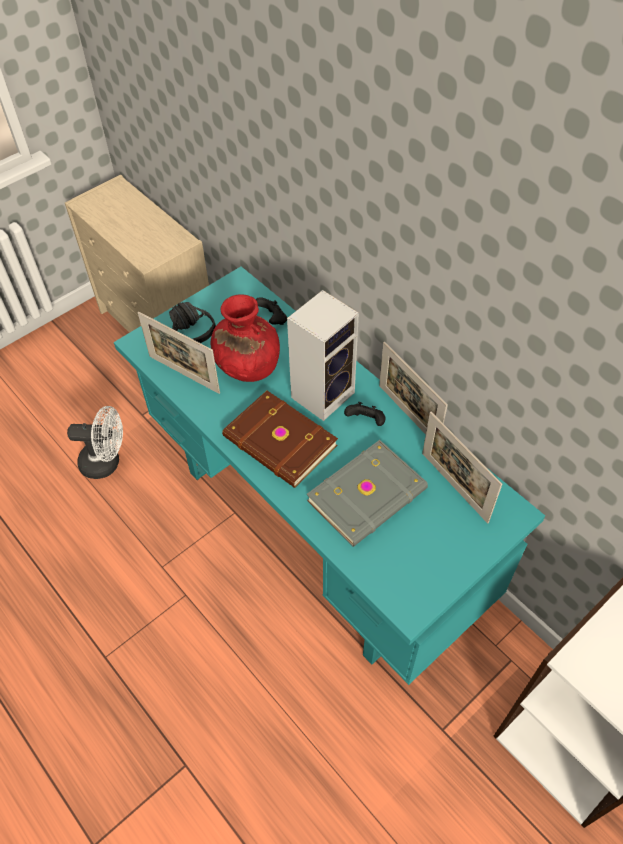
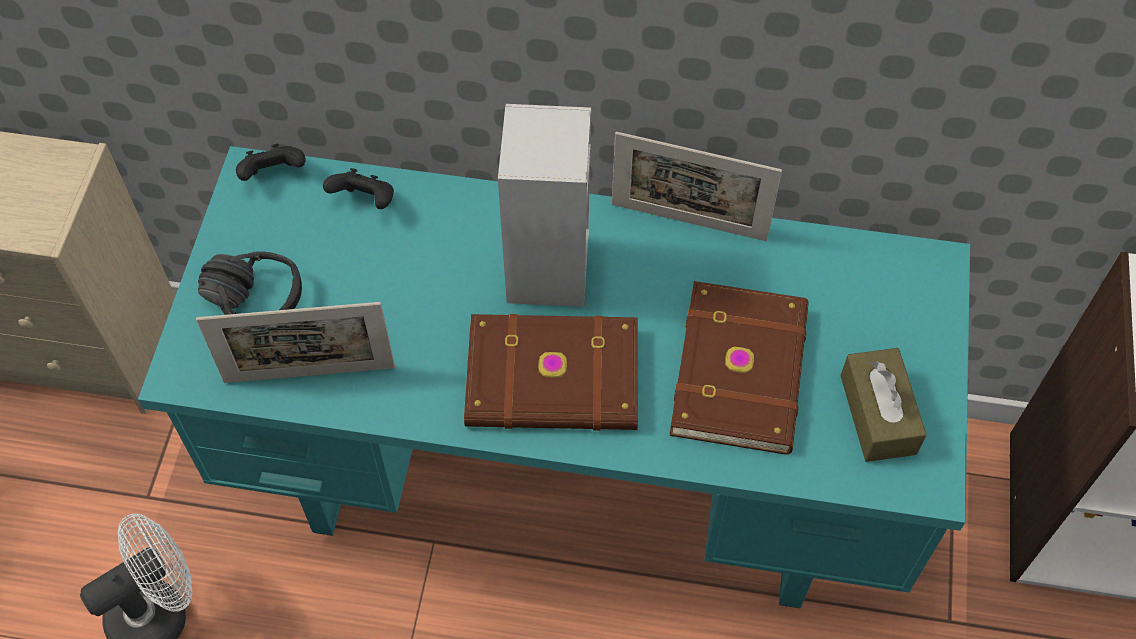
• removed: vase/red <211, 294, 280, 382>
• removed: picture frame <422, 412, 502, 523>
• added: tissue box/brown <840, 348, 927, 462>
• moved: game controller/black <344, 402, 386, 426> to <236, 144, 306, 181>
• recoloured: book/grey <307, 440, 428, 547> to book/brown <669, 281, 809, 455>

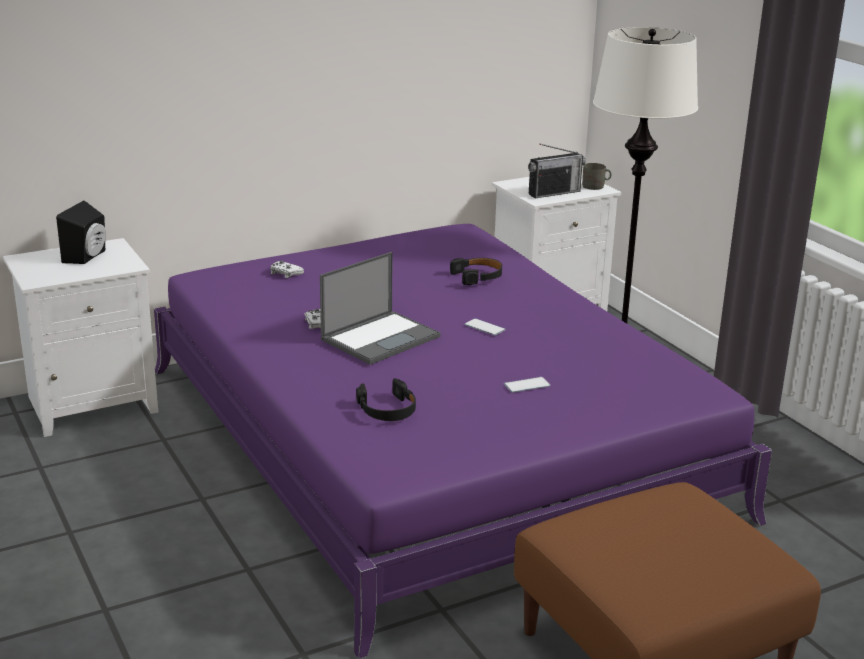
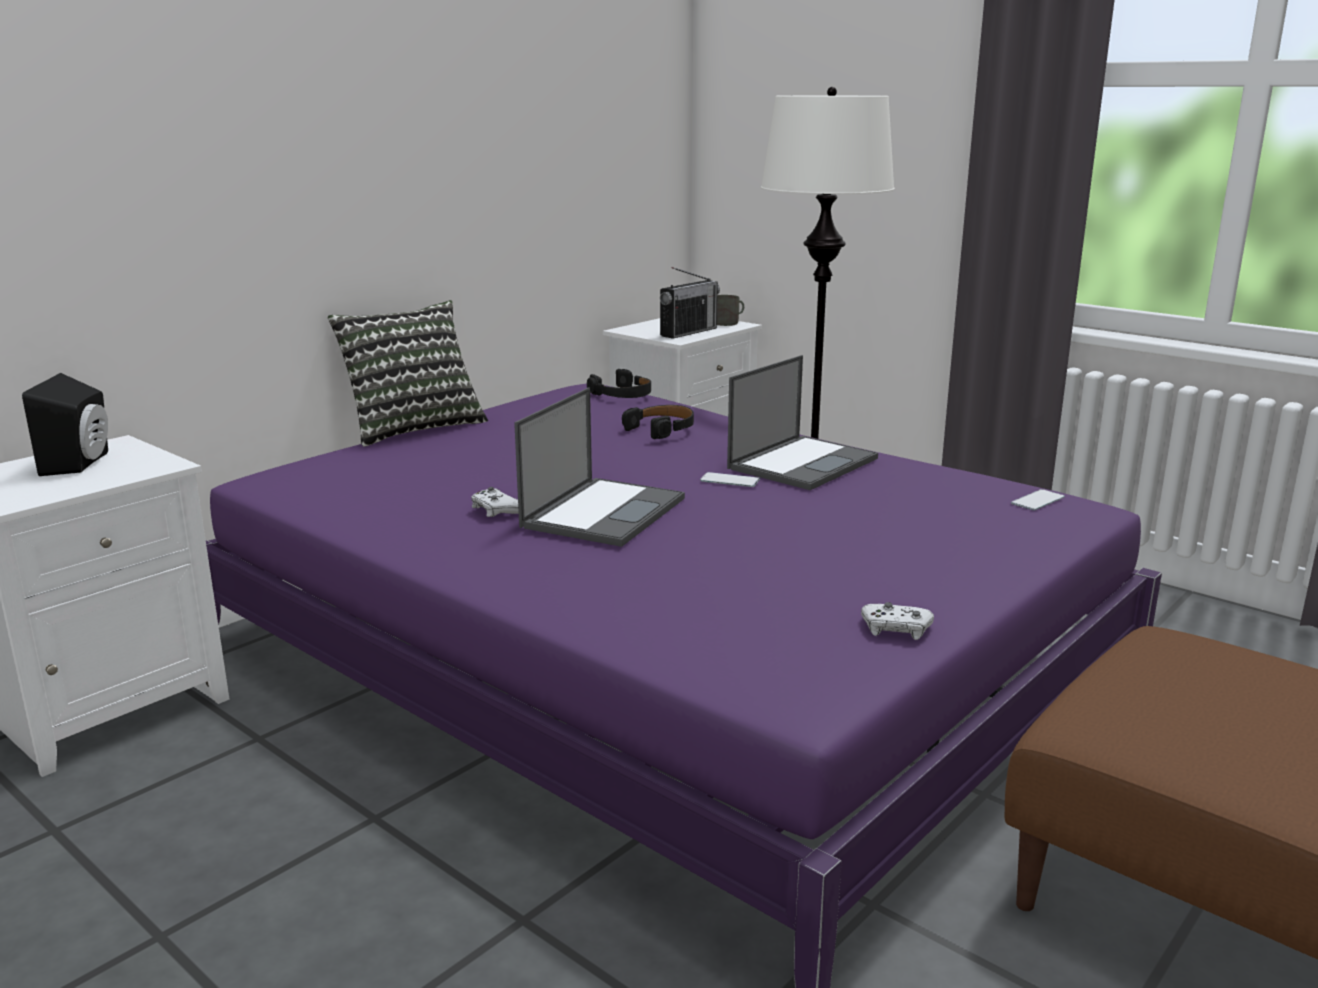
• added: pillow <328, 300, 488, 447>
• added: laptop <727, 355, 878, 490>
• moved: game controller/white <270, 260, 304, 278> to <861, 602, 934, 640>
• moved: headphones/black <356, 378, 416, 421> to <587, 369, 651, 398>
• moved: phone <504, 377, 550, 392> to <1011, 489, 1065, 510>

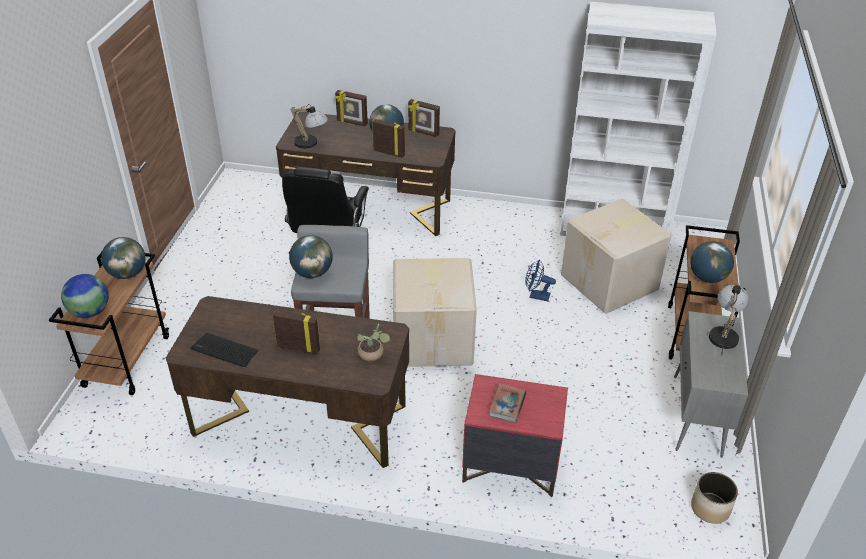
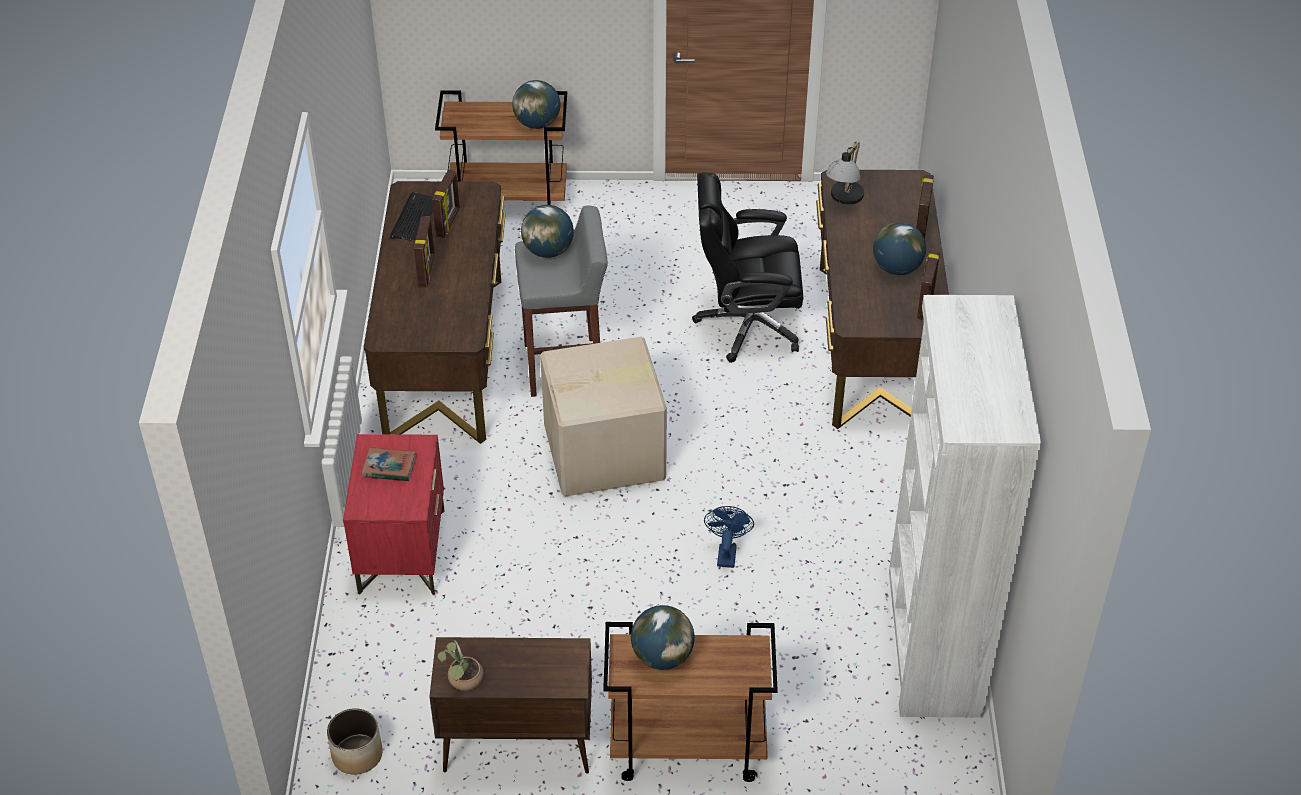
• removed: globe <61, 274, 109, 318>
• removed: cardboard box <561, 198, 671, 314>
• removed: table lamp <709, 284, 749, 356>
• moved: potted plant <357, 324, 391, 361> to <438, 640, 484, 691>
• moved: picture frame <372, 119, 405, 158> to <432, 170, 460, 238>
• recoloured: cabinet/grey <674, 311, 748, 458> to cabinet/brown <429, 637, 592, 774>

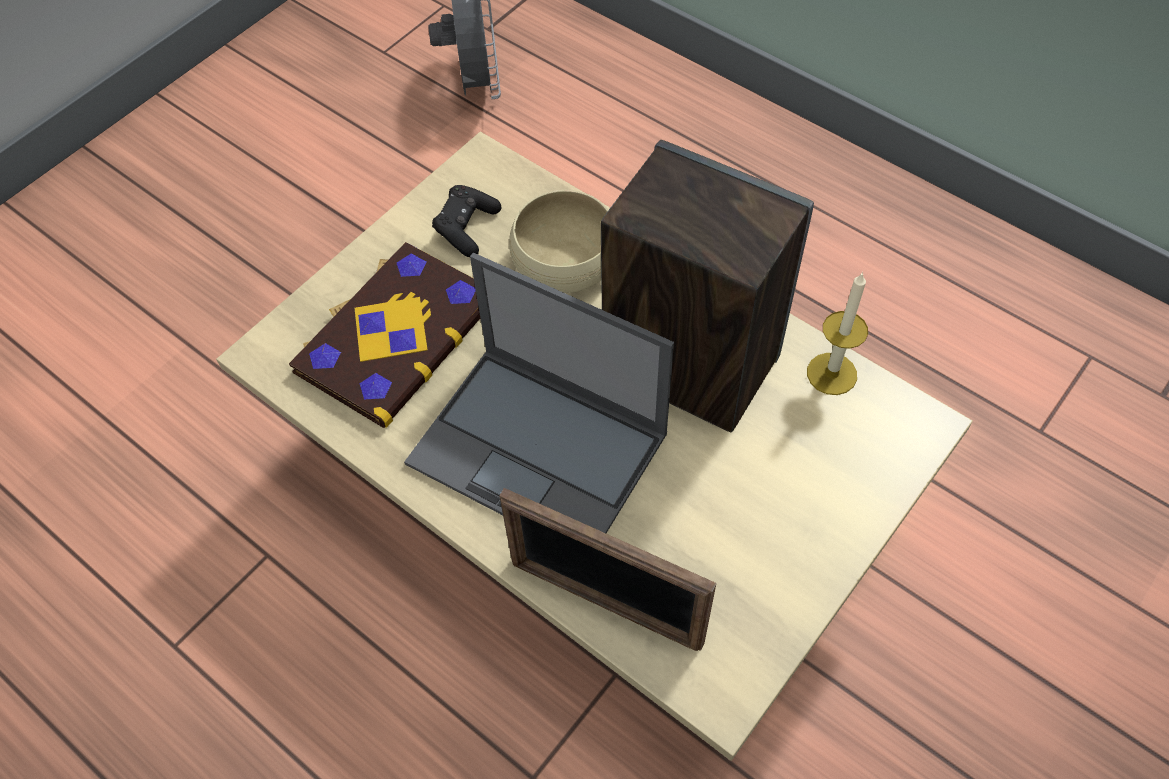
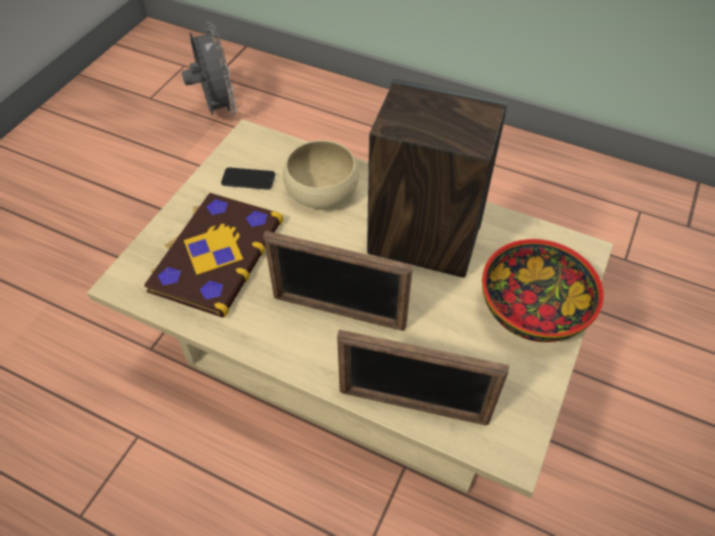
• removed: candle <807, 272, 868, 395>
• added: bowl <482, 239, 604, 342>
• replaced: laptop <404, 253, 674, 533> to picture frame <263, 231, 413, 331>
• replaced: game controller/black <432, 185, 501, 257> to phone <221, 167, 275, 190>

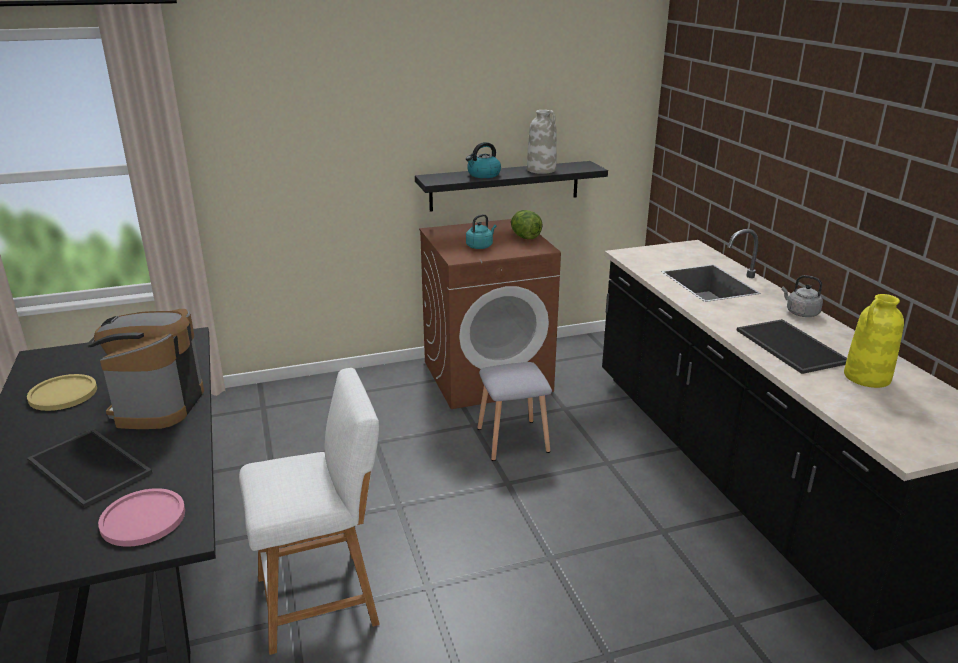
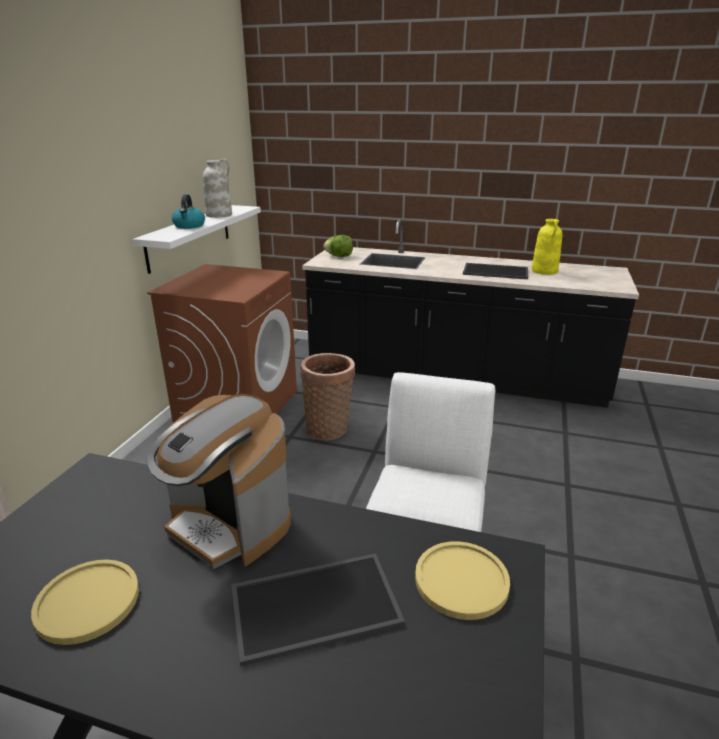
• removed: kettle/turquoise <466, 214, 496, 249>
• removed: kettle/grey <782, 275, 823, 317>
• moved: lettuce <511, 210, 543, 239> to <323, 235, 353, 257>
• replaced: stool/grey <478, 362, 552, 461> to basket <300, 353, 355, 441>
• recoloured: plate/pink <98, 488, 185, 547> to plate/yellow <415, 541, 510, 620>
• recoloured: shelf/black <415, 161, 608, 212> to shelf/white <132, 205, 261, 274>

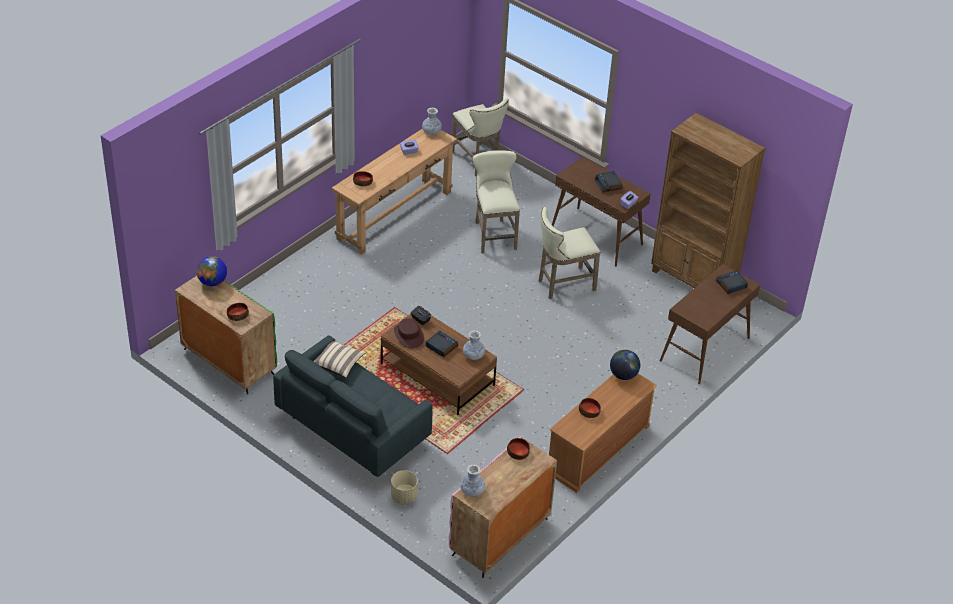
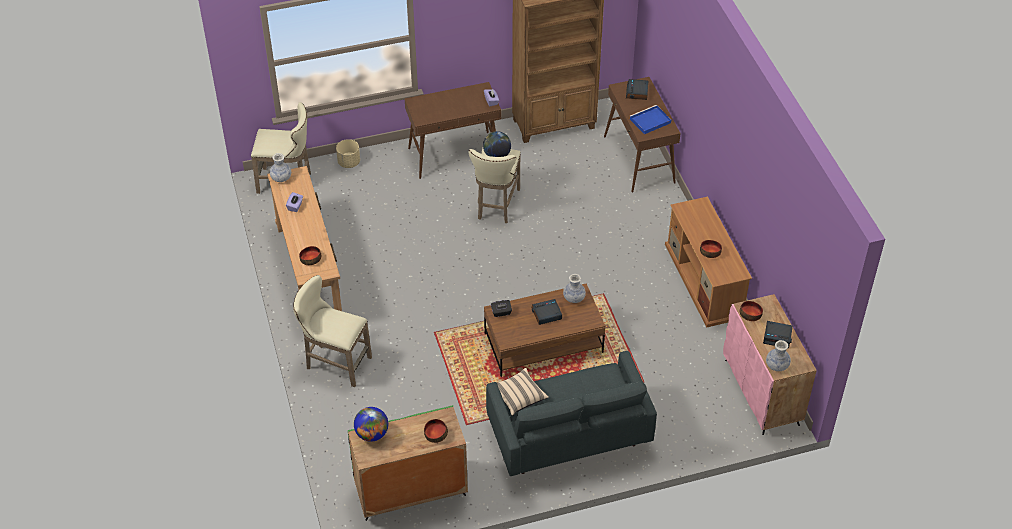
• removed: hat/brown <394, 319, 424, 348>
• added: tray/blue <630, 105, 671, 134>
• moved: planter/beige <391, 470, 418, 504> to <336, 139, 360, 168>
• moved: stool/beige <472, 150, 520, 253> to <293, 275, 372, 387>
• moved: alarm clock <595, 171, 622, 193> to <763, 321, 793, 348>
• moved: globe <610, 350, 640, 380> to <483, 131, 511, 157>

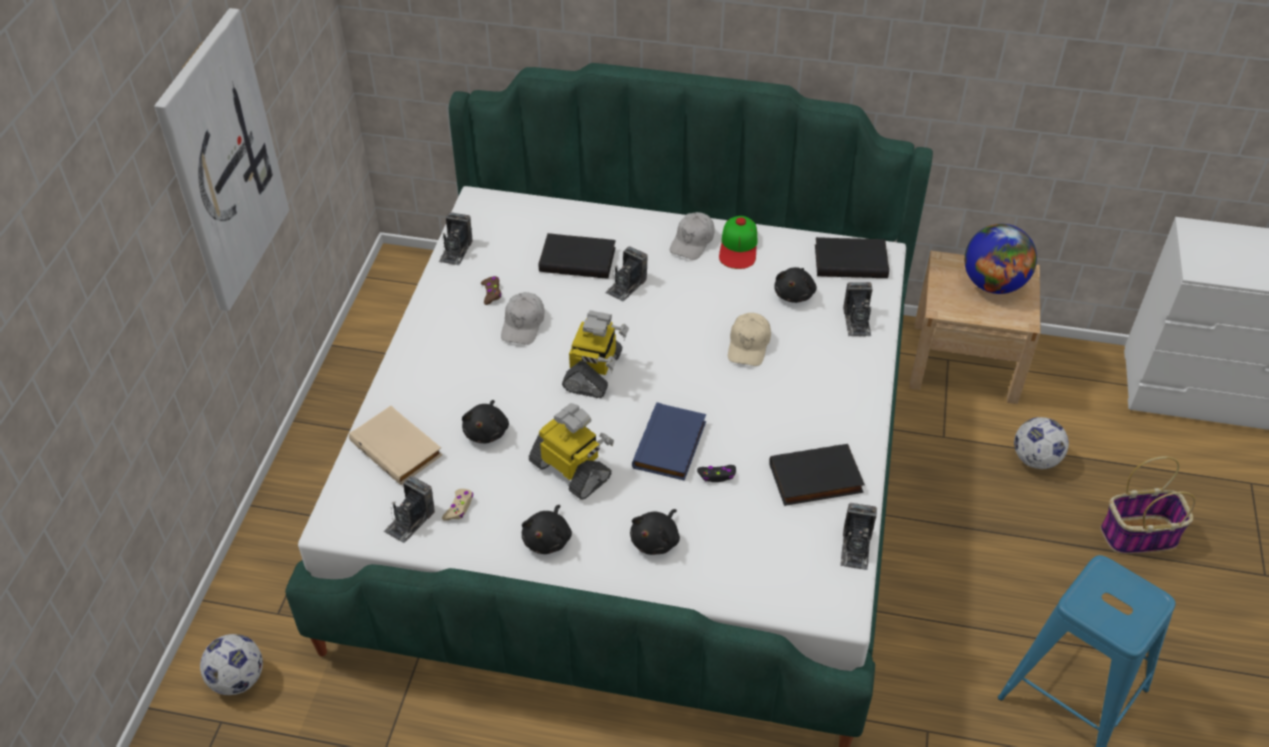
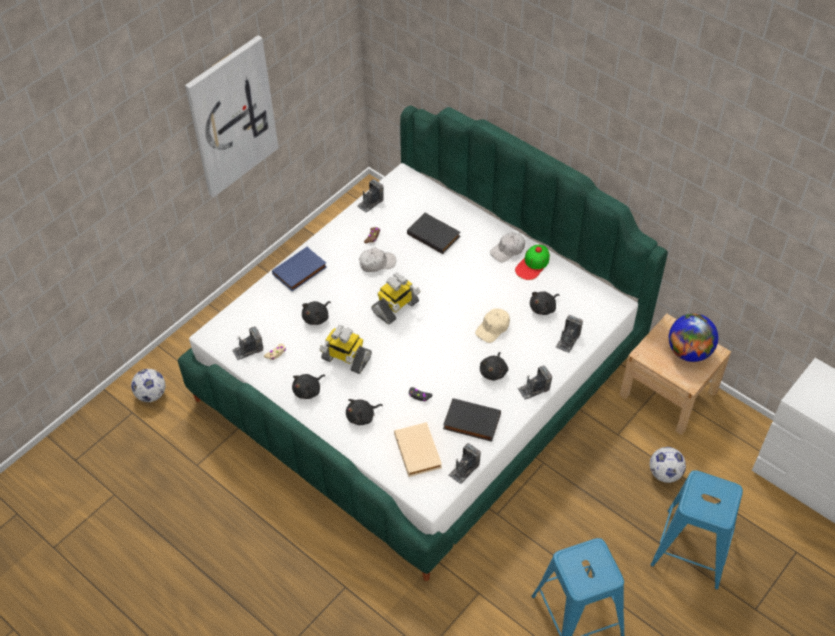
• removed: book/black <815, 237, 889, 278>
• added: plush toy/black <480, 352, 508, 380>
• moved: book/beige <349, 406, 442, 485> to <394, 422, 442, 477>
• moved: photo camera <605, 246, 648, 301> to <517, 365, 552, 400>
• moved: book/blue <632, 402, 706, 481> to <272, 247, 327, 291>
• replaced: basket <1100, 456, 1196, 554> to stool/blue <650, 470, 743, 590>
• turned: cap/white <501, 292, 545, 345> = <359, 248, 396, 272> 150 degrees counterclockwise
• turned: toy robot <529, 403, 614, 500> = <319, 325, 372, 374> 135 degrees clockwise

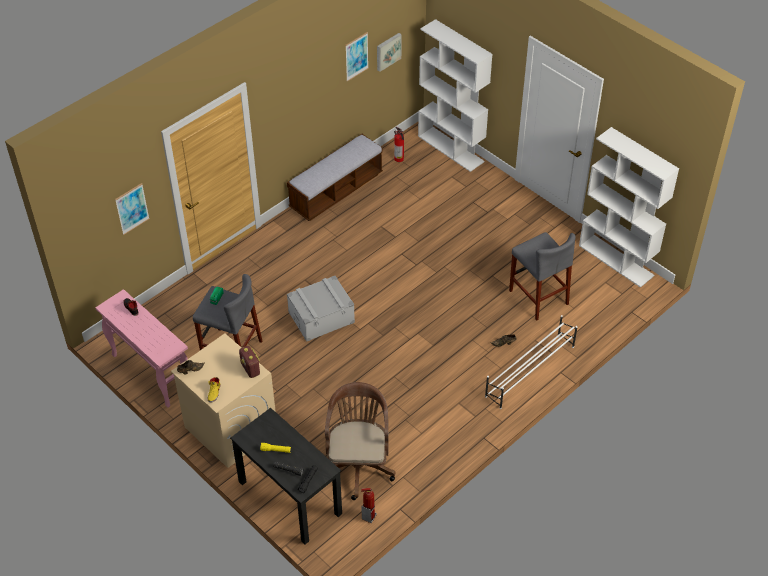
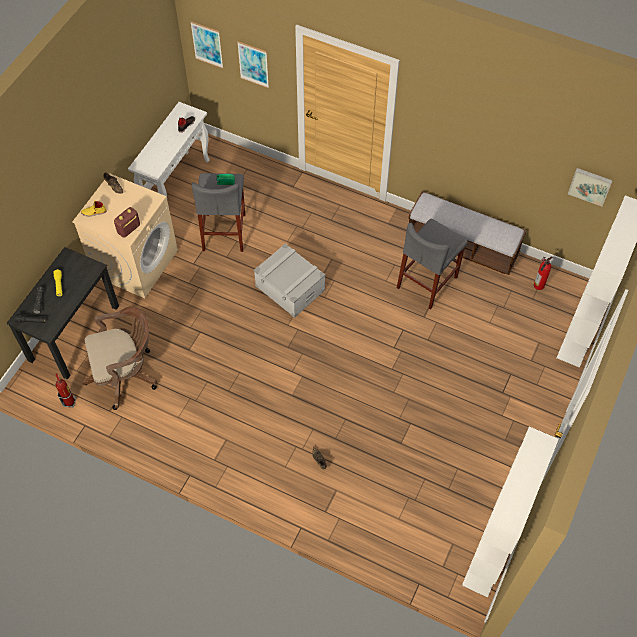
• removed: shoe rack/white <485, 315, 578, 409>
• moved: picture <345, 32, 369, 82> to <190, 21, 223, 69>
• moved: stool/grey <509, 232, 576, 321> to <397, 219, 468, 310>
• recoloured: console table/pink <95, 289, 188, 407> to console table/white <128, 102, 210, 197>

